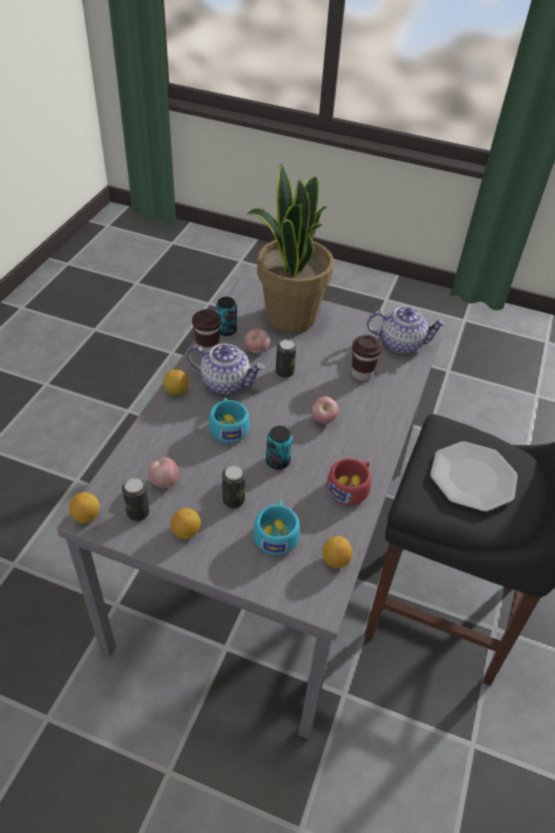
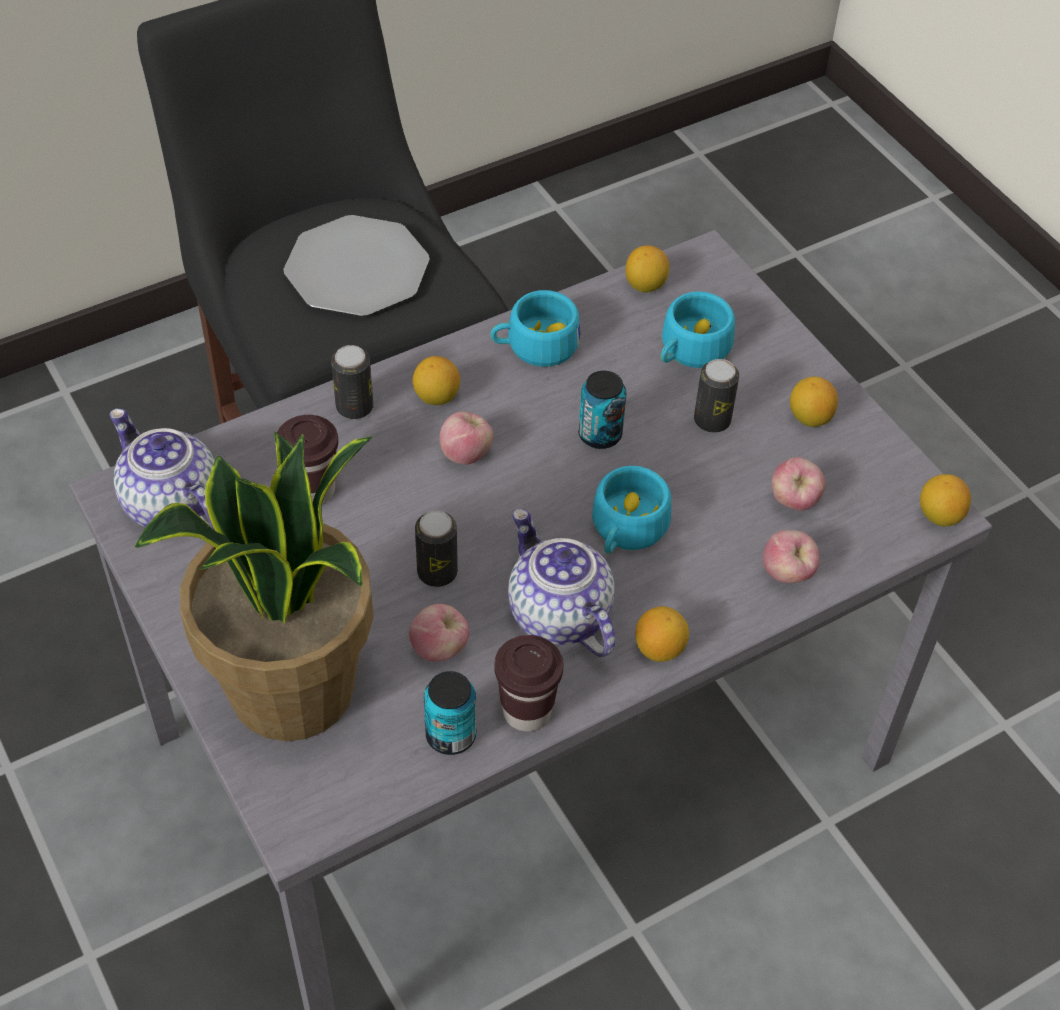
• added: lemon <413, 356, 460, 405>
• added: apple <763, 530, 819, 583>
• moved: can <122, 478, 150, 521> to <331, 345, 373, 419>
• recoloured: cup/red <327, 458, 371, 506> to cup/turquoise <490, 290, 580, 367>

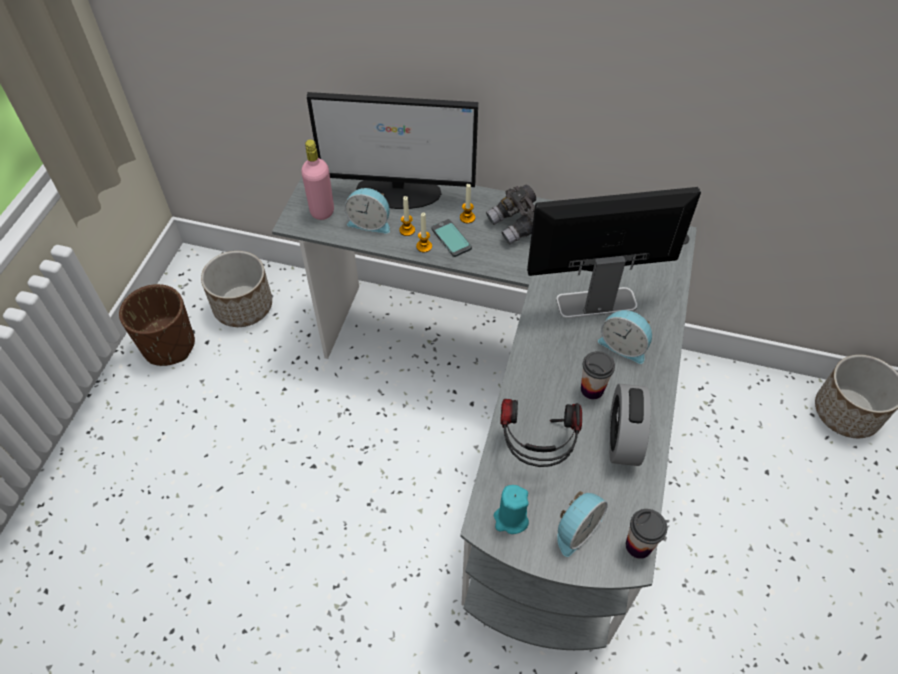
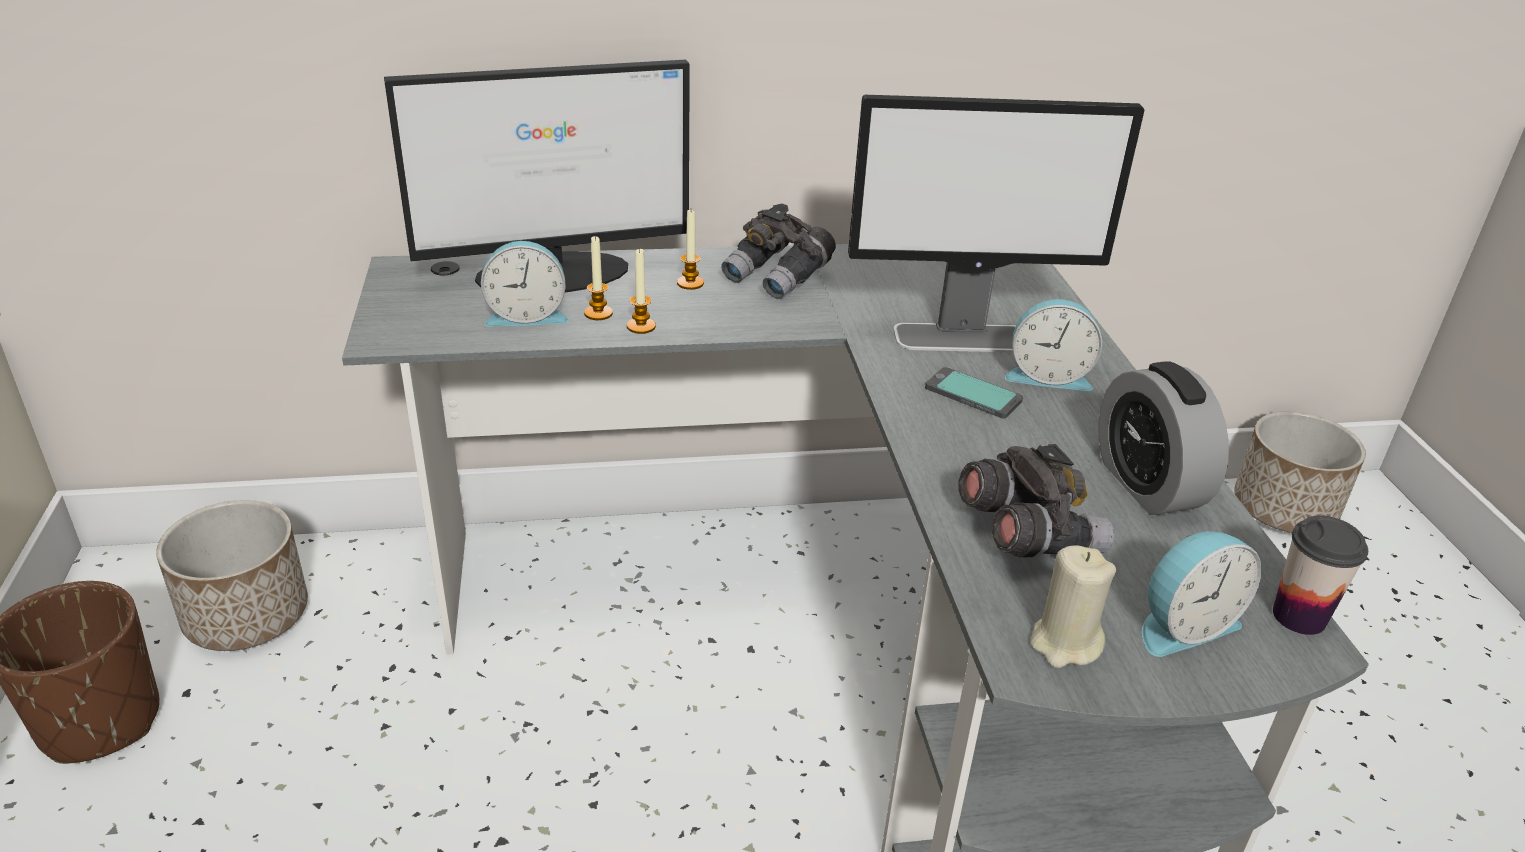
• removed: bottle/pink <301, 139, 334, 220>
• removed: cup <581, 351, 615, 399>
• moved: phone <431, 219, 472, 257> to <925, 367, 1023, 419>
• replaced: headphones <500, 399, 582, 467> to binoculars/grey <958, 444, 1114, 558>
• recoloured: candle/turquoise <494, 485, 529, 534> to candle/beige <1030, 545, 1116, 668>
• turned: monitor <527, 187, 701, 318> = <848, 95, 1144, 352> 150 degrees counterclockwise
• turned: alarm clock <557, 491, 608, 557> = <1142, 531, 1262, 657> 45 degrees clockwise

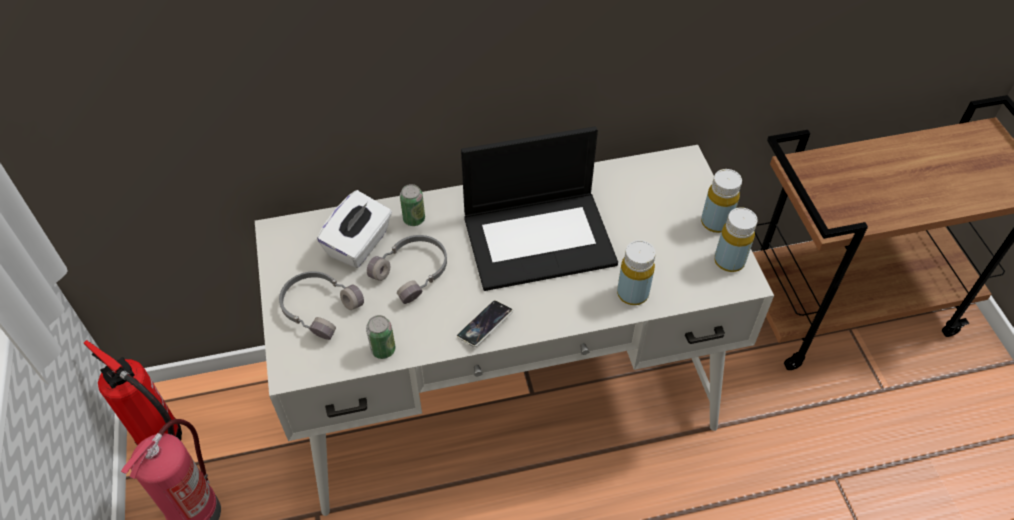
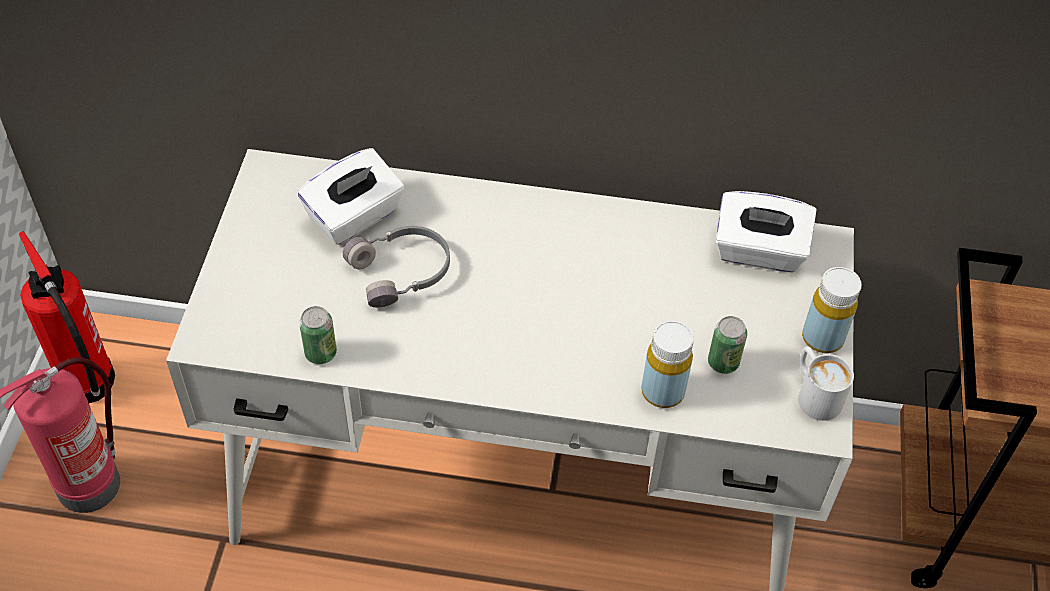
• removed: headphones/grey <279, 271, 364, 340>
• removed: phone <457, 300, 513, 347>
• removed: laptop <461, 127, 618, 291>
• added: tissue box/white <716, 191, 816, 273>
• moved: can <400, 184, 425, 226> to <708, 316, 747, 374>
• replaced: bottle/yellow <714, 207, 758, 272> to mug/white <798, 346, 854, 421>

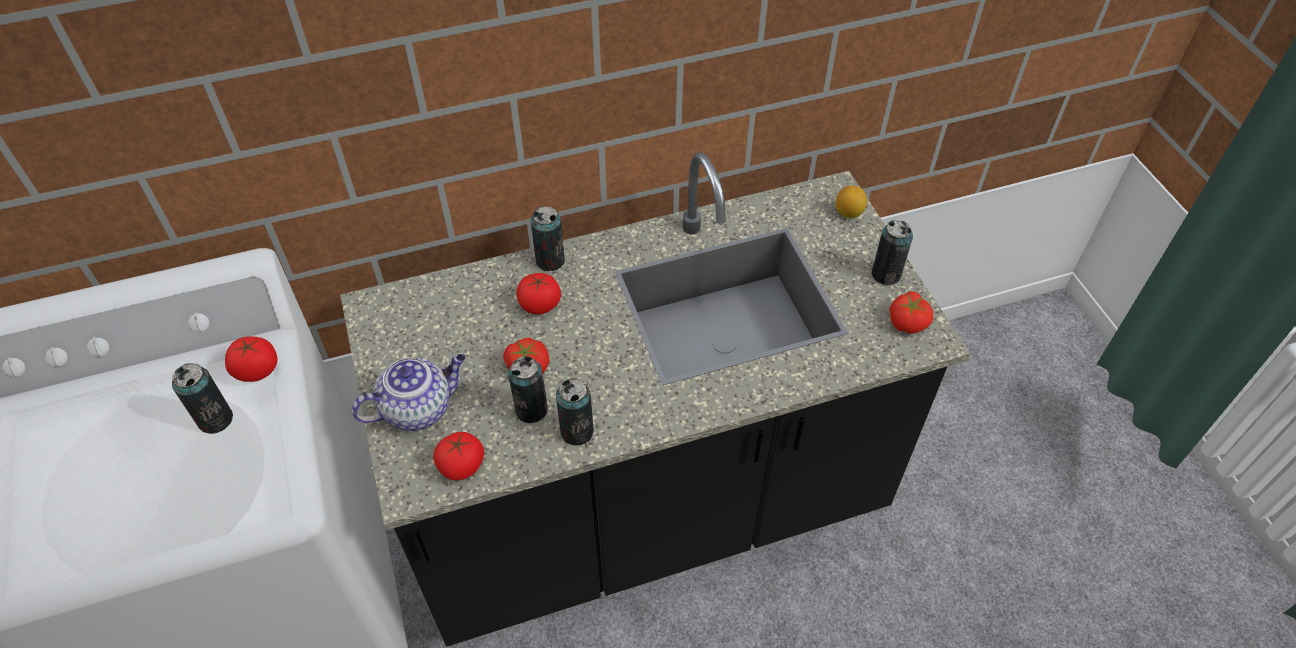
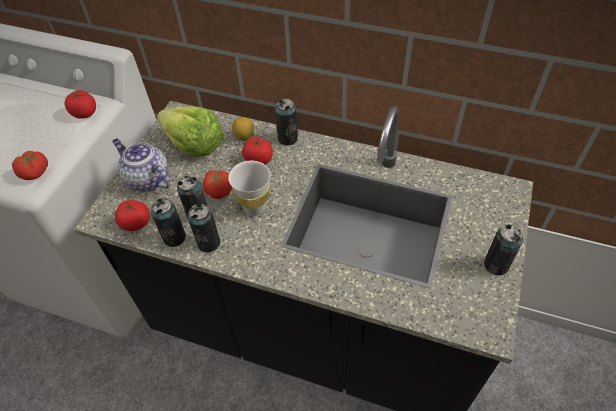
• added: lettuce <157, 107, 224, 158>
• added: cup/white <228, 161, 270, 216>
• moved: can <172, 363, 233, 434> to <151, 198, 186, 247>
• moved: lemon <835, 185, 867, 218> to <232, 117, 254, 141>
• moved: tomato <889, 291, 933, 334> to <12, 151, 48, 180>
• turned: teapot <352, 354, 465, 431> = <112, 139, 171, 192> 150 degrees counterclockwise

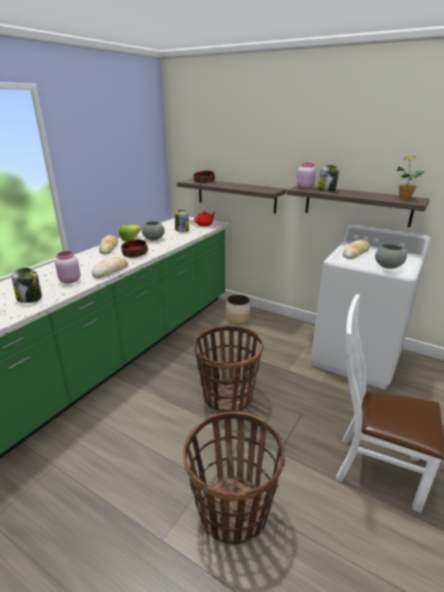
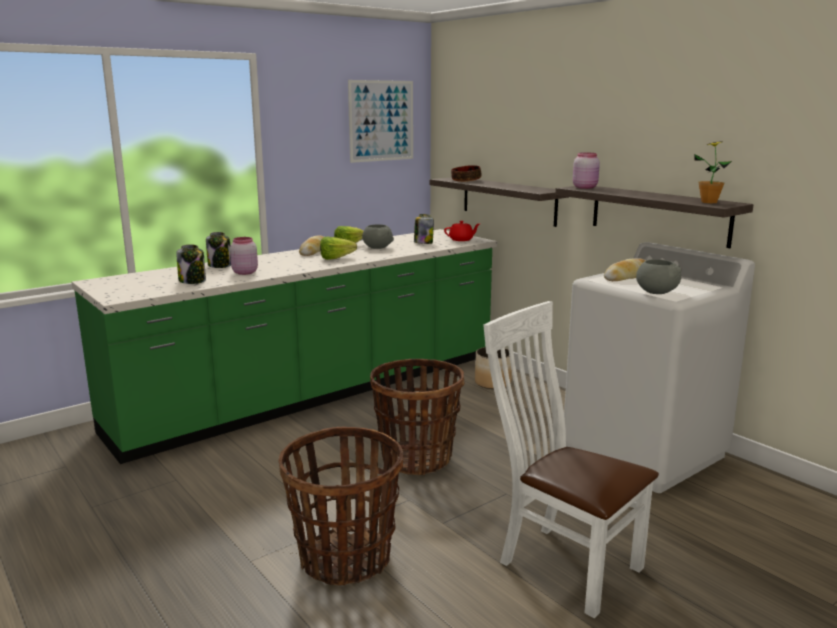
• removed: bread <92, 257, 128, 278>
• added: picture <348, 80, 413, 163>
• moved: jar <317, 165, 339, 192> to <206, 232, 231, 268>
• replaced: bowl <121, 239, 148, 258> to lettuce <320, 237, 357, 260>

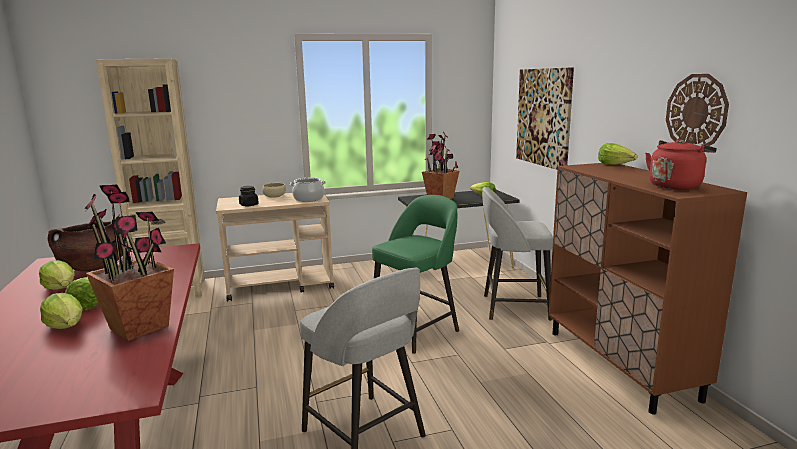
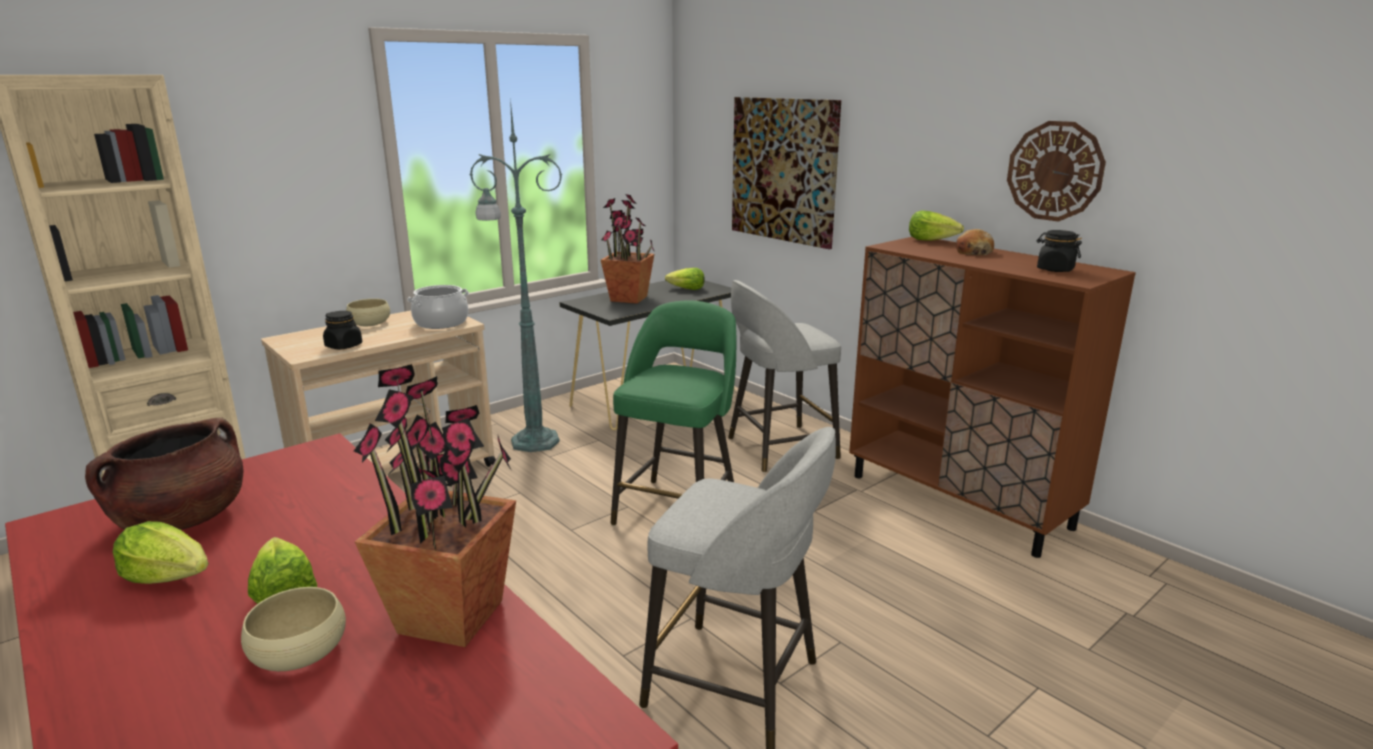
• added: floor lamp/green <470, 99, 562, 452>
• added: bread <956, 229, 994, 255>
• replaced: lettuce <40, 293, 83, 329> to bowl/beige <241, 587, 346, 671>
• replaced: kettle/red <645, 139, 717, 190> to jar/black <1037, 230, 1082, 272>

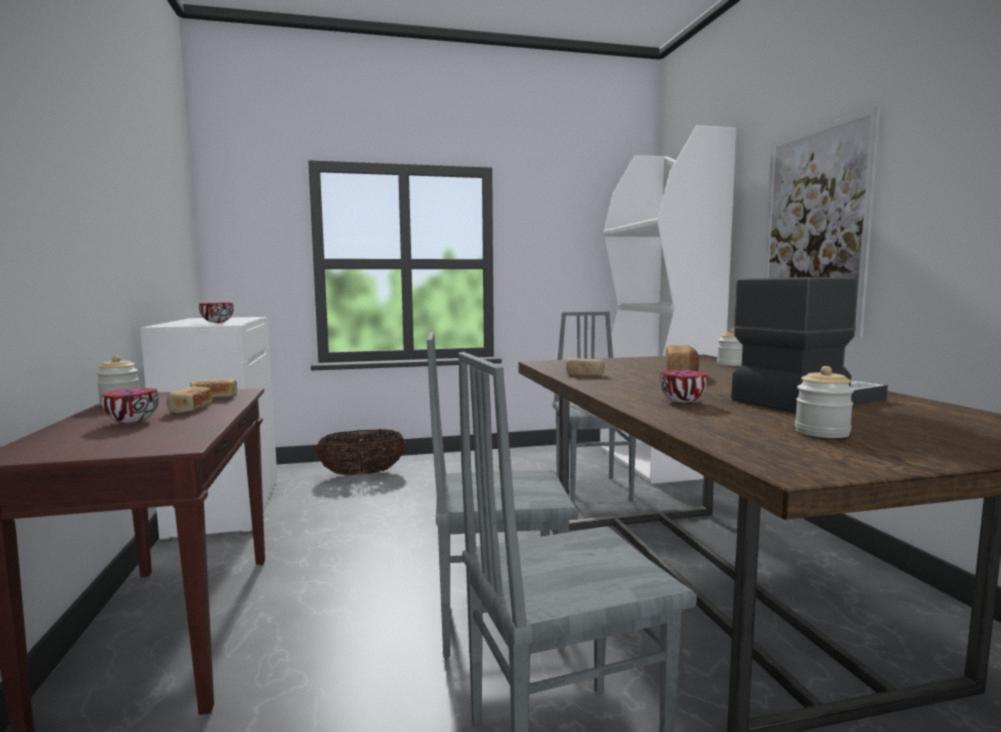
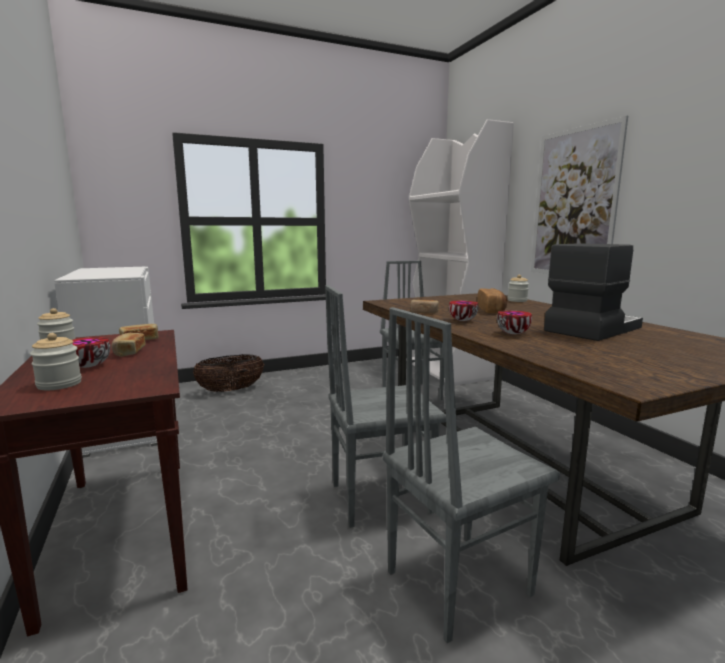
• moved: bowl <199, 303, 234, 323> to <449, 301, 479, 321>
• moved: jar <795, 366, 854, 438> to <30, 333, 82, 390>

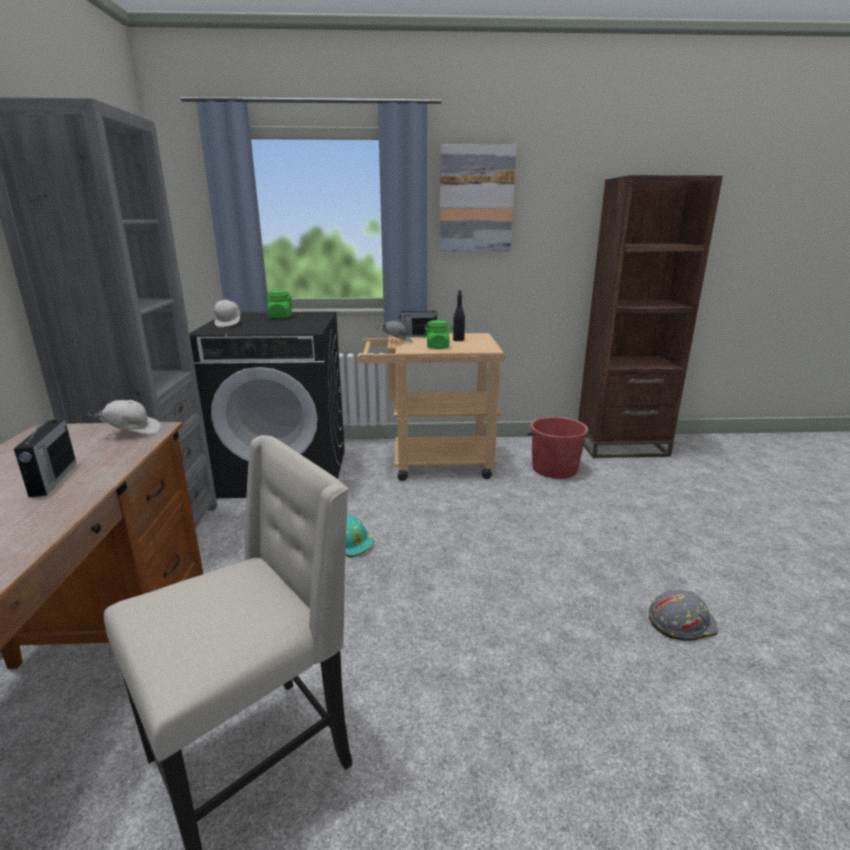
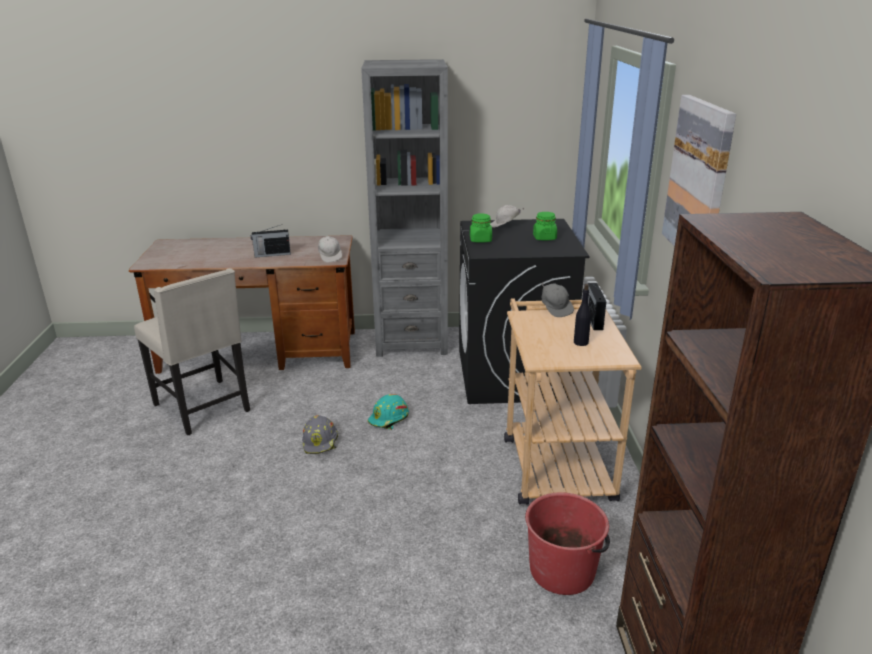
• moved: jar/green <424, 320, 453, 349> to <470, 213, 492, 243>
• moved: hard hat/grey <649, 590, 718, 641> to <302, 415, 338, 454>

